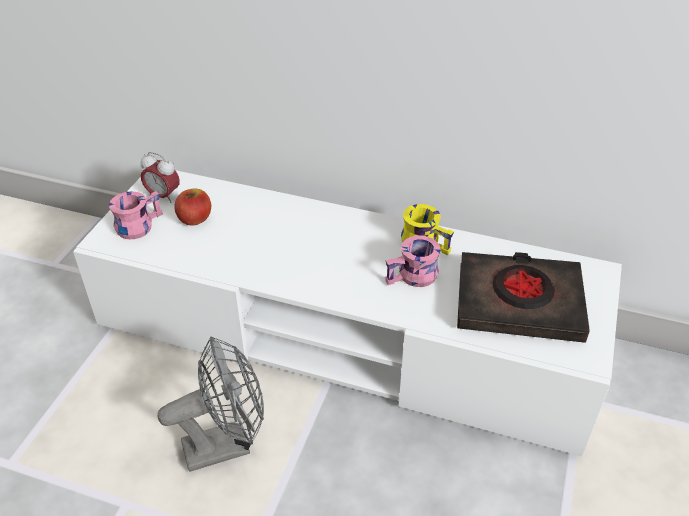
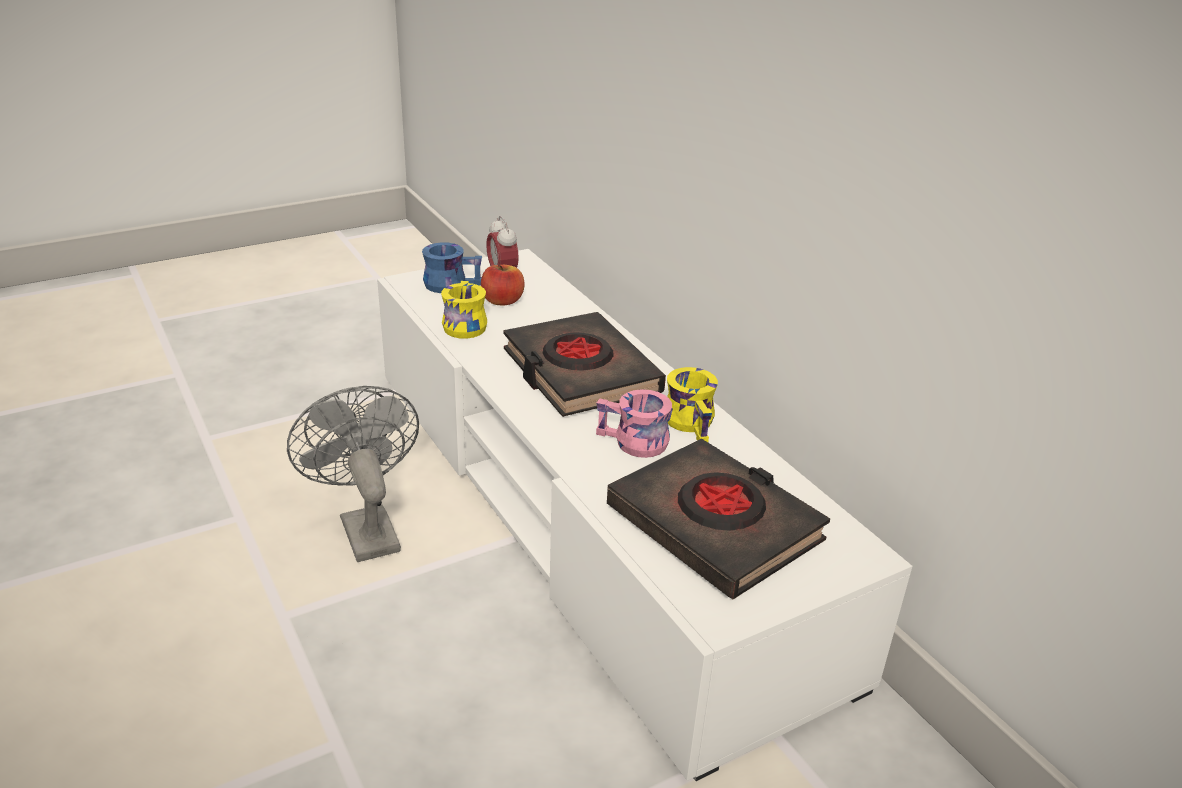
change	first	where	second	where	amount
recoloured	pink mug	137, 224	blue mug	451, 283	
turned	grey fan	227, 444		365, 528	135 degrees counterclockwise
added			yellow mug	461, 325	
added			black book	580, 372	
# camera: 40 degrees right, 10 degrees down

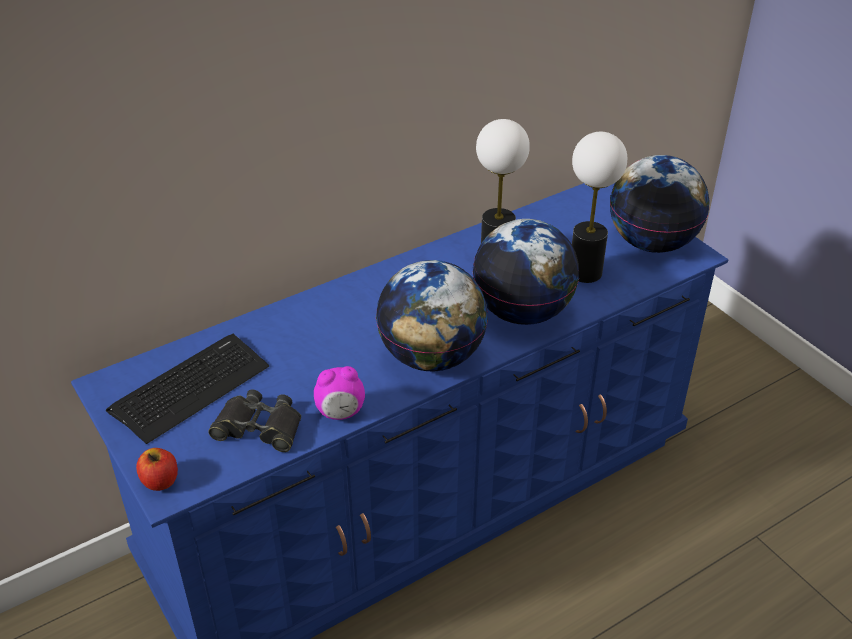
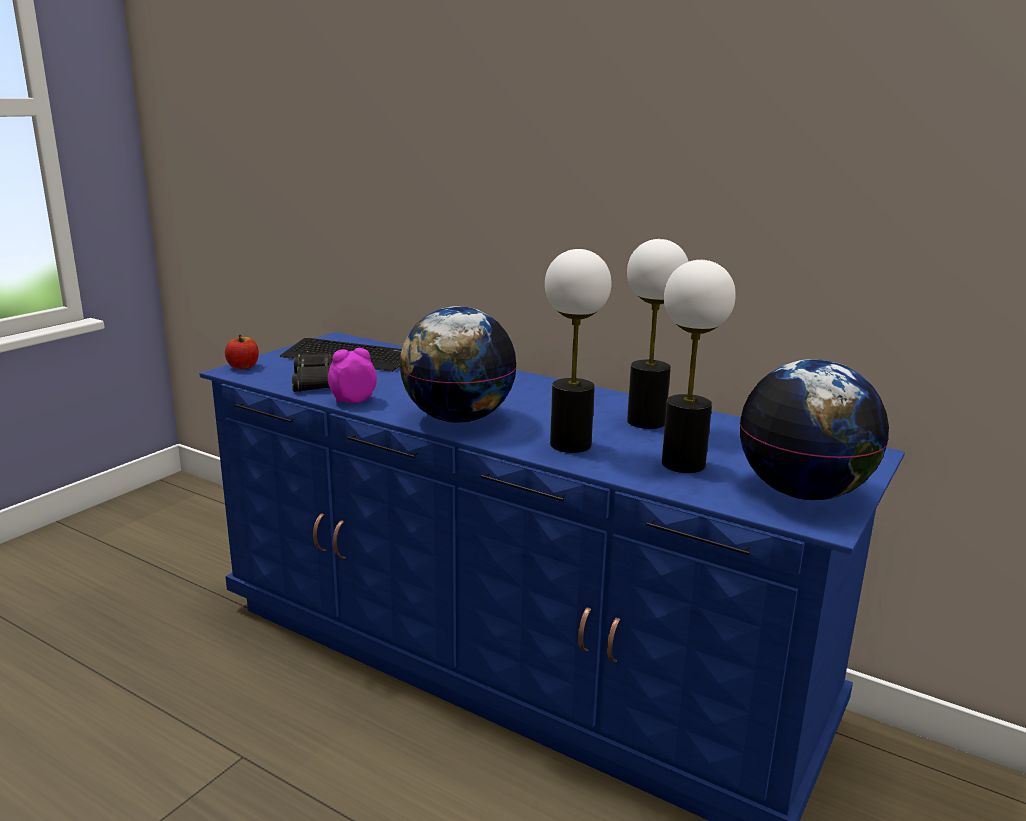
change	first	where	second	where	amount
turned	alarm clock	340, 413		353, 401	105 degrees clockwise
replaced	globe	523, 312	table lamp	571, 444	
# camera: 65 degrees right, 20 degrees down

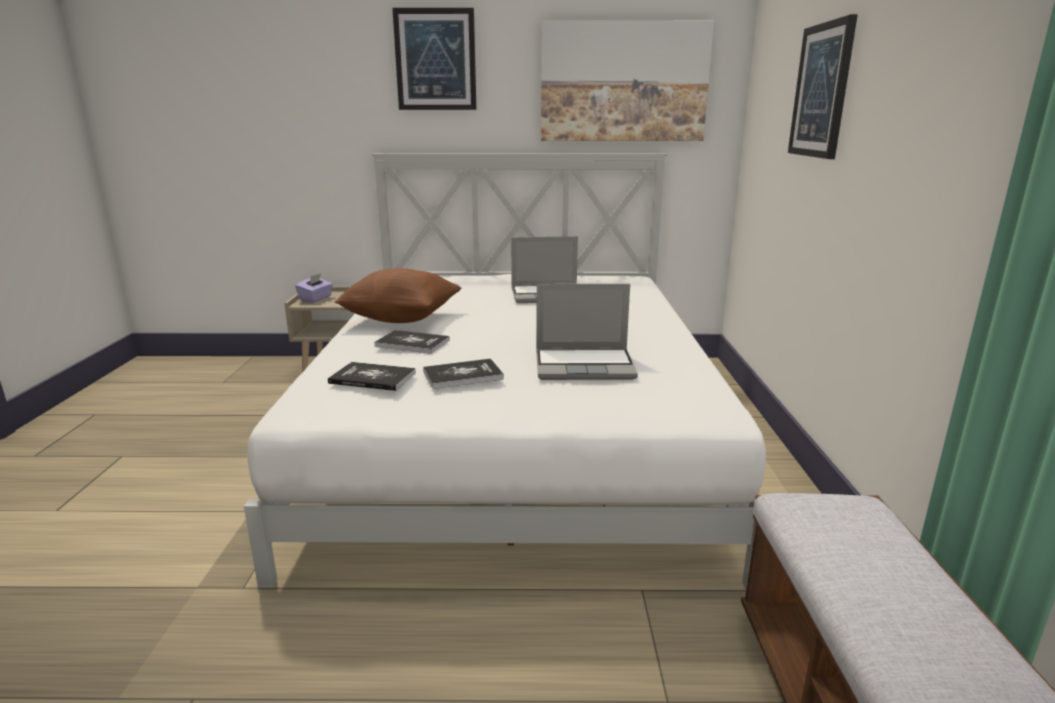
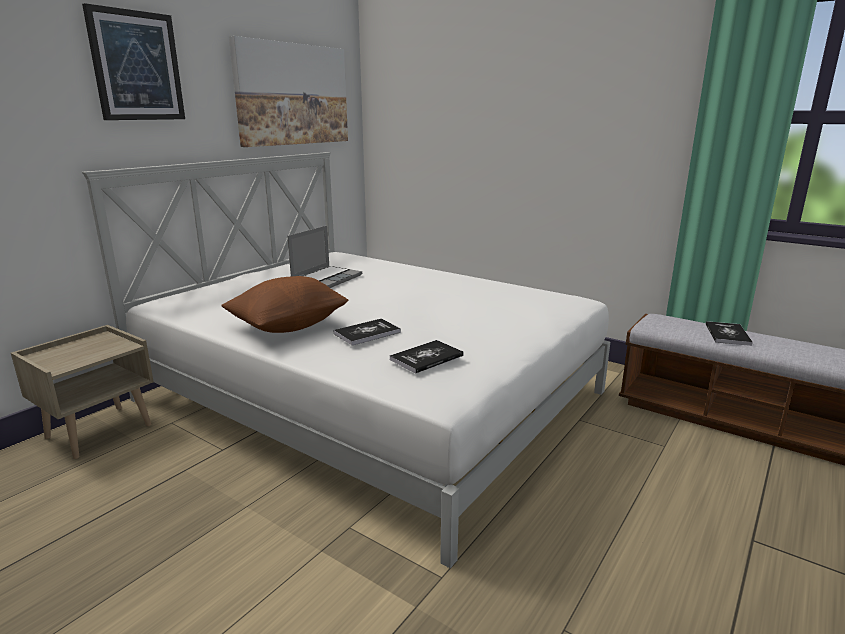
change	first	where	second	where	amount
removed	purple tissue box	316, 299			
moved	book	463, 375		727, 334	
removed	laptop	585, 366			
removed	picture	821, 91			
# camera: 55 degrees left, 0 degrees up

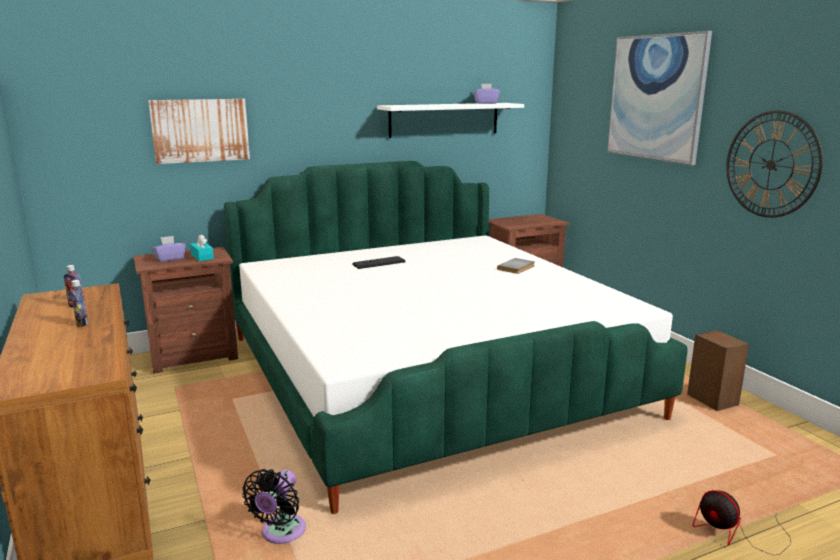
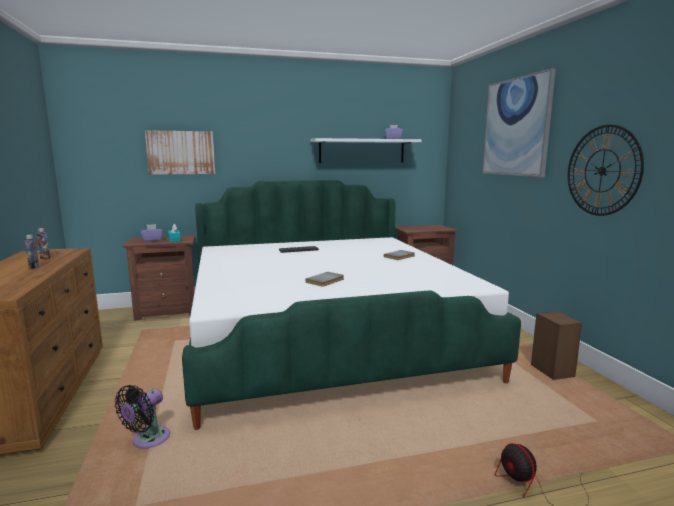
change	first	where	second	where	amount
added			grey book	326, 281	
# camera: 10 degrees right, 5 degrees down

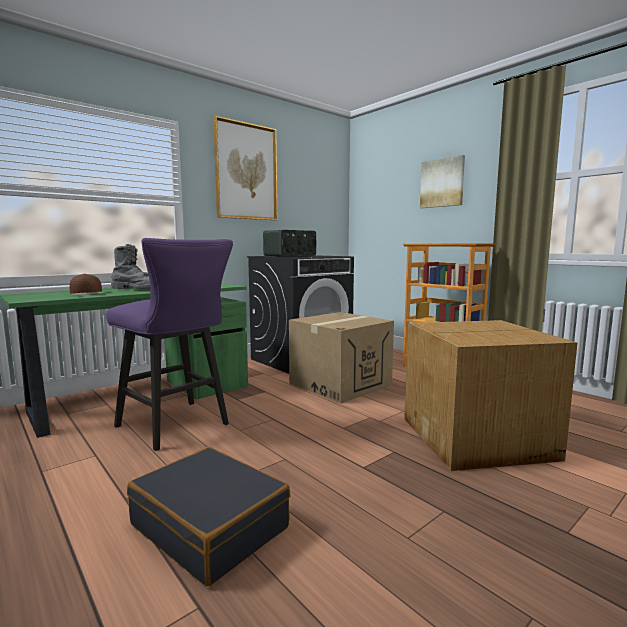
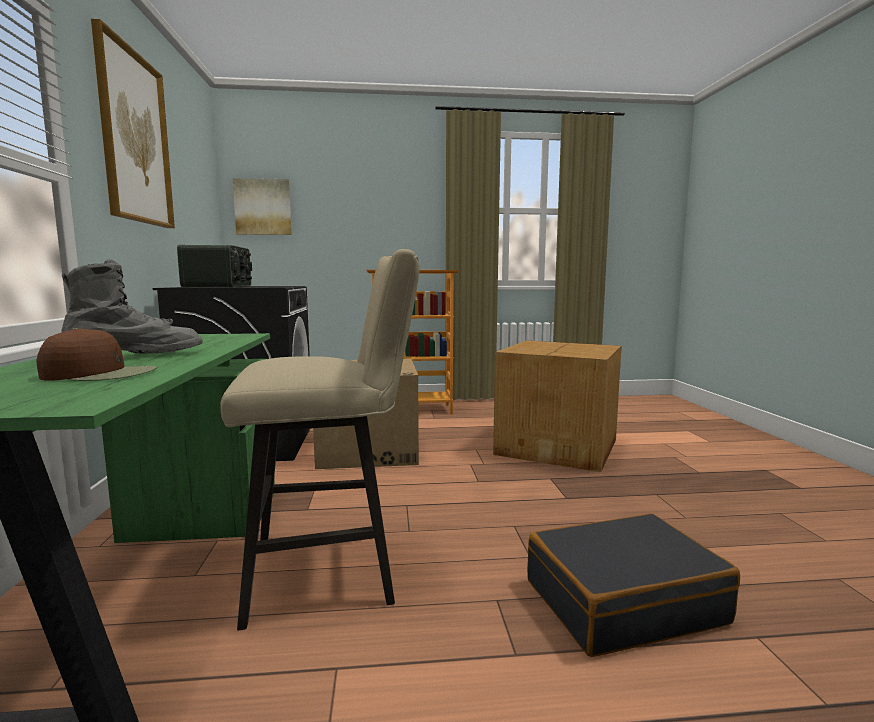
change	first	where	second	where	amount
recoloured	purple stool	177, 427	beige stool	334, 570	
moved	picture	442, 183		263, 207	
# camera: 55 degrees left, 0 degrees up

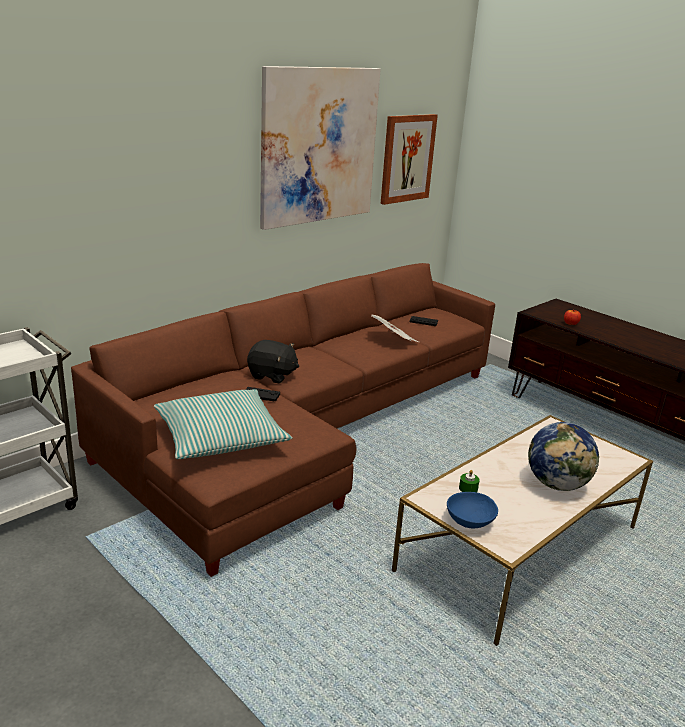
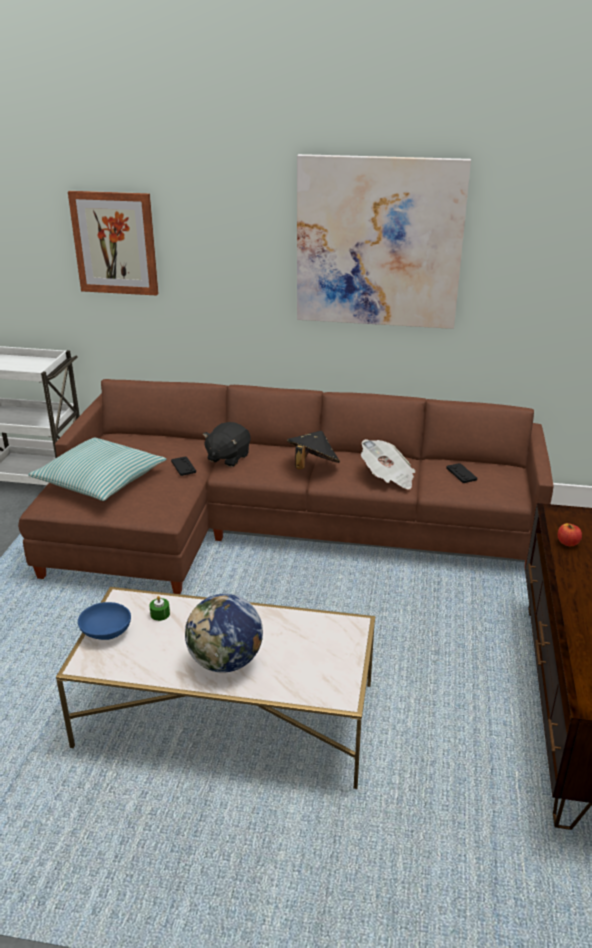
change	first	where	second	where	amount
turned	black plush toy	272, 375		227, 457	45 degrees clockwise
moved	picture	407, 158		115, 243	
added			black hat	312, 466	
# camera: 55 degrees right, 5 degrees up

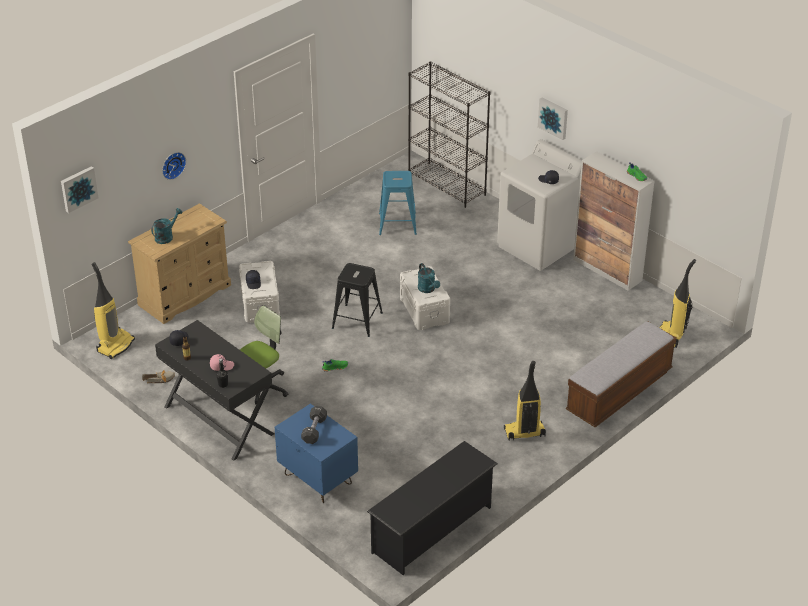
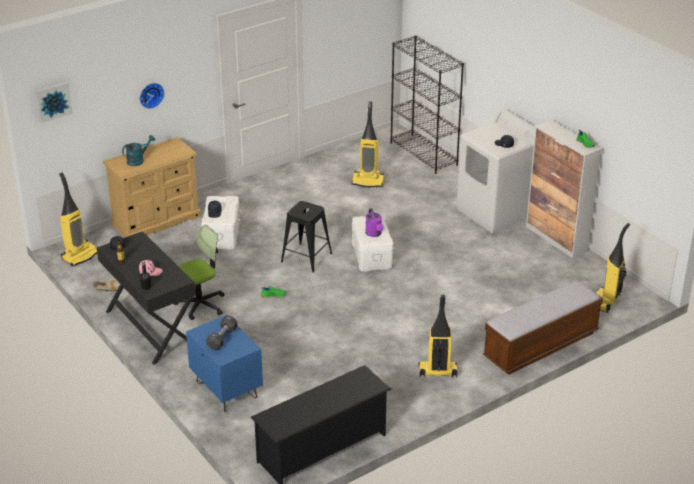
change	first	where	second	where	amount
replaced	blue stool	397, 224	vacuum cleaner	368, 181	
recoloured	turquoise watering can	428, 289	purple watering can	374, 234	
removed	picture	553, 117			
# camera: 10 degrees right, 5 degrees down

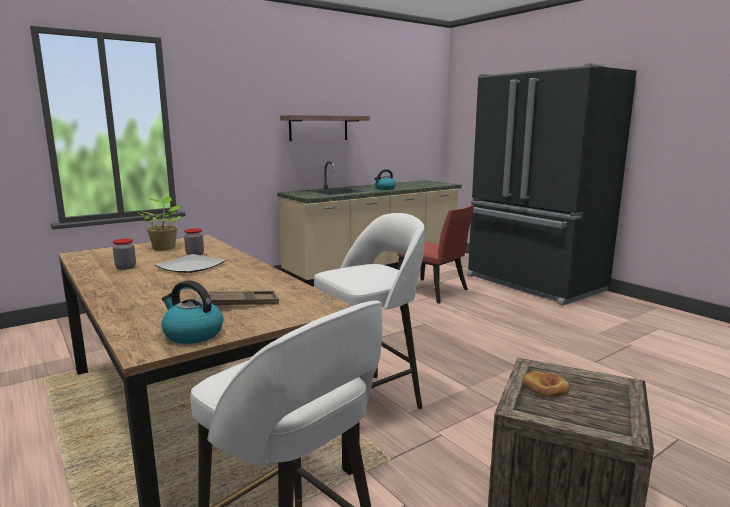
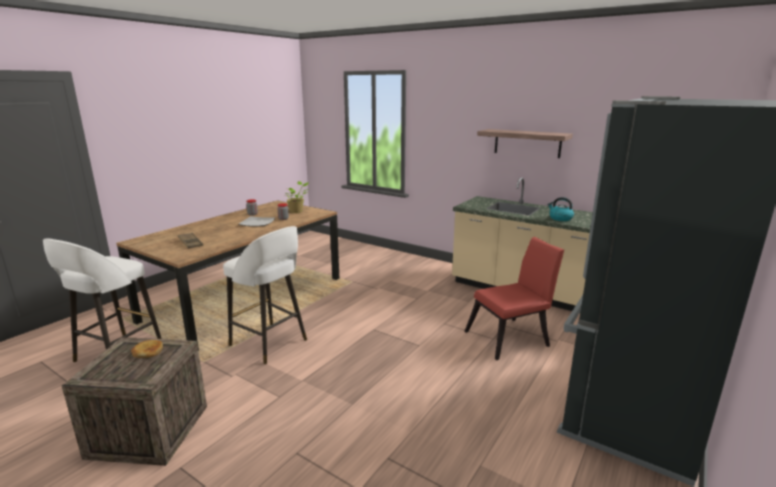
change	first	where	second	where	amount
removed	kettle	192, 334			
turned	red chair	433, 292		511, 338	135 degrees counterclockwise
# camera: 70 degrees right, 5 degrees up

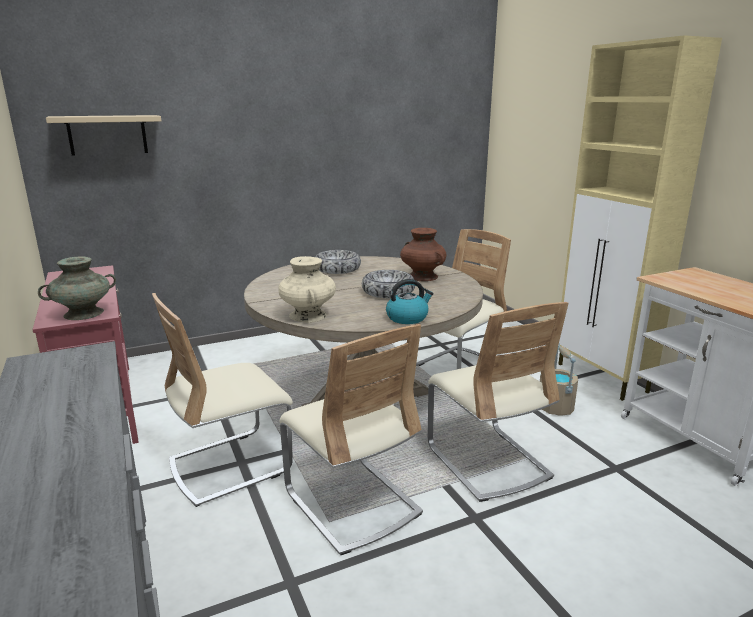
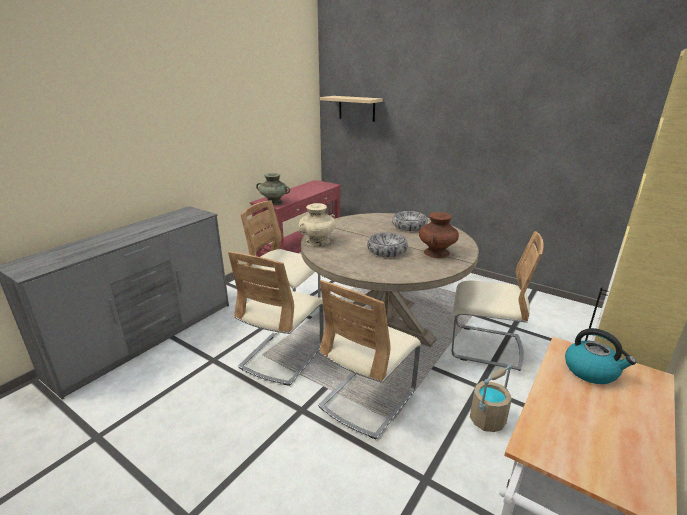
change	first	where	second	where	amount
moved	kettle	407, 318		591, 371	
# camera: 60 degrees right, 5 degrees up

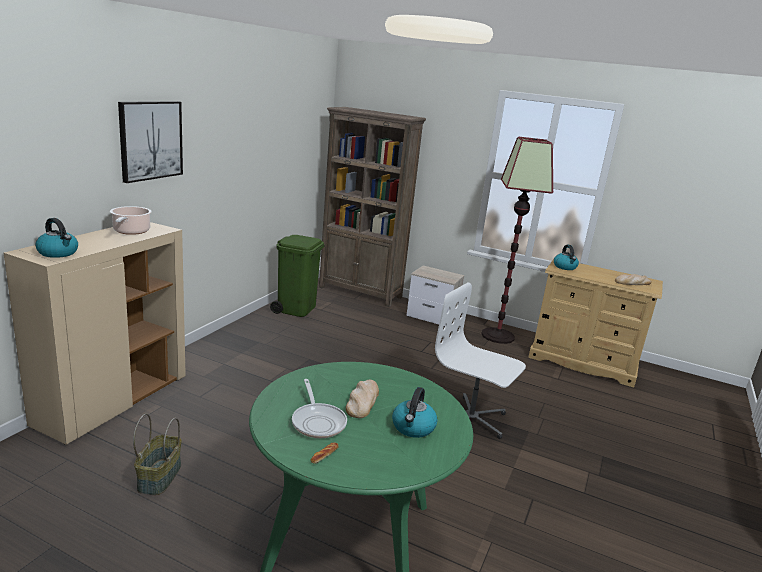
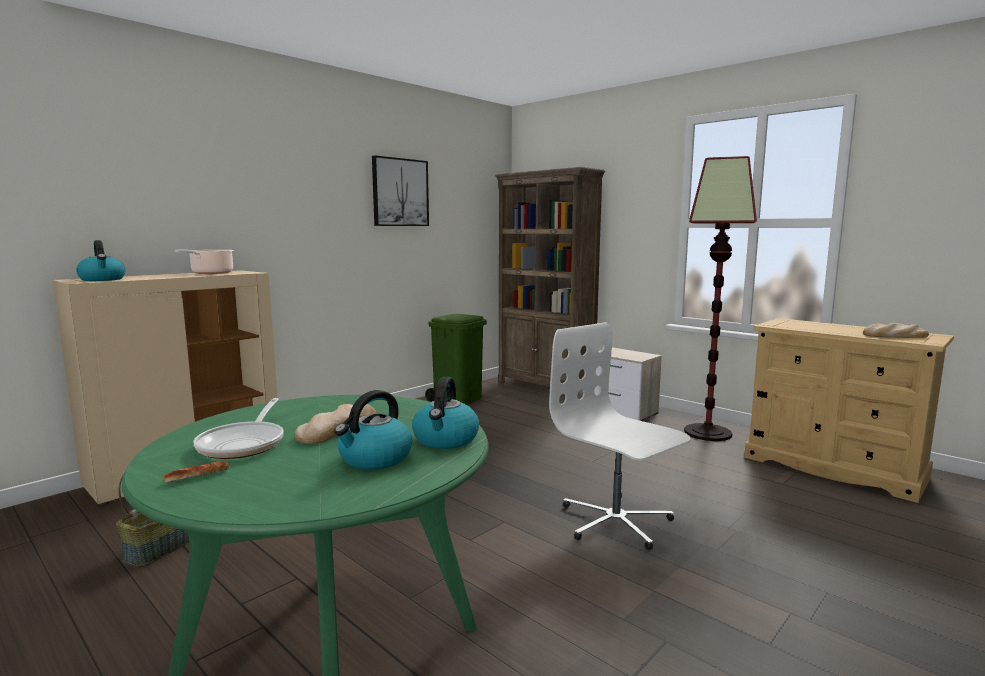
change	first	where	second	where	amount
moved	picture	150, 140		400, 192	
moved	kettle	565, 267		446, 440	
# camera: 20 degrees right, 10 degrees down

